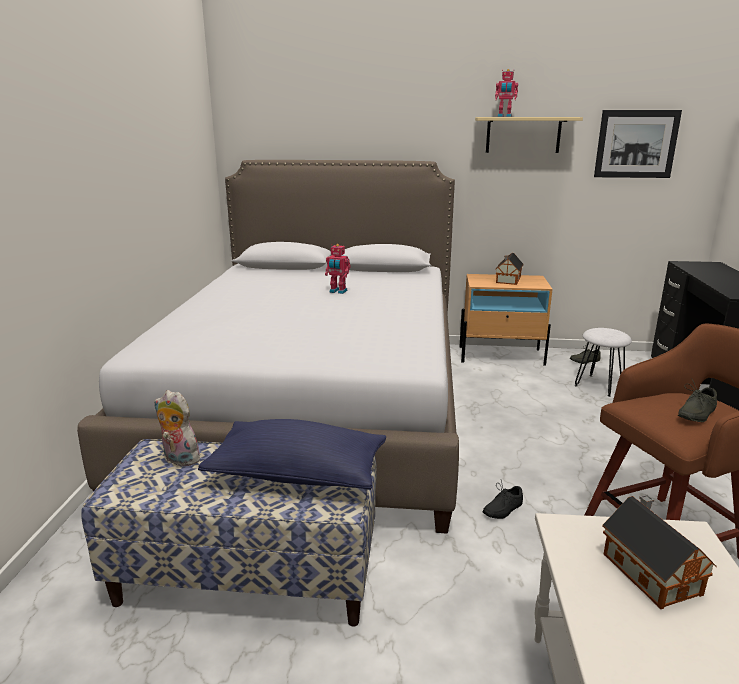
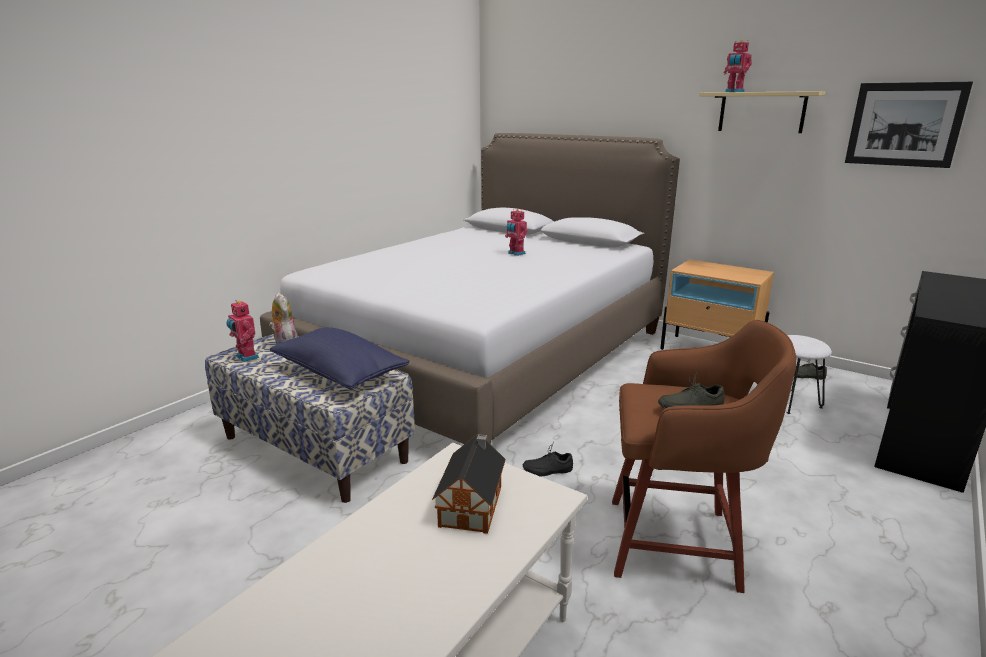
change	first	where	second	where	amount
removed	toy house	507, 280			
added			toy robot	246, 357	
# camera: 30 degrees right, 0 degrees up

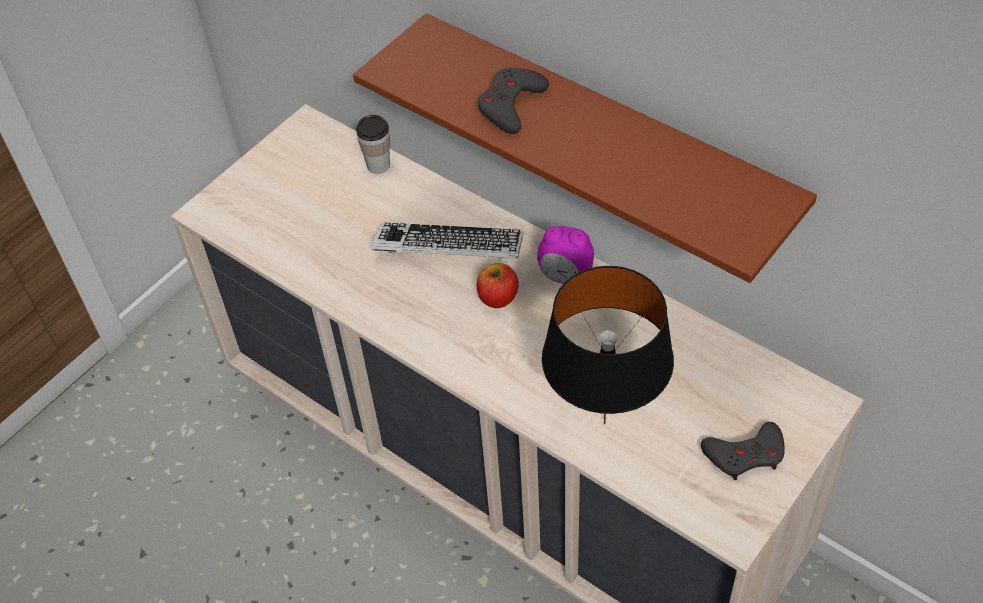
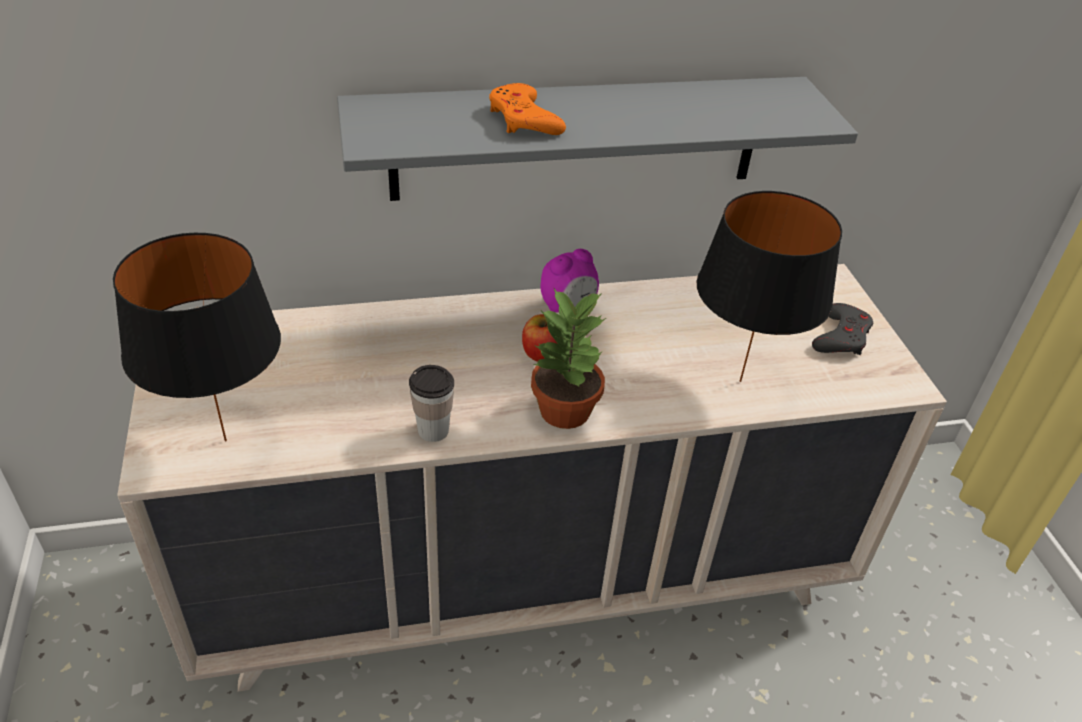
change	first	where	second	where	amount
recoloured	brown shelf	605, 137	grey shelf	577, 138	
moved	cup	378, 165		433, 430	
removed	keyboard	448, 249			
recoloured	grey game controller	511, 105	orange game controller	524, 119	
added			black table lamp	224, 440	
added			potted plant	566, 411	
# camera: 55 degrees left, 10 degrees down

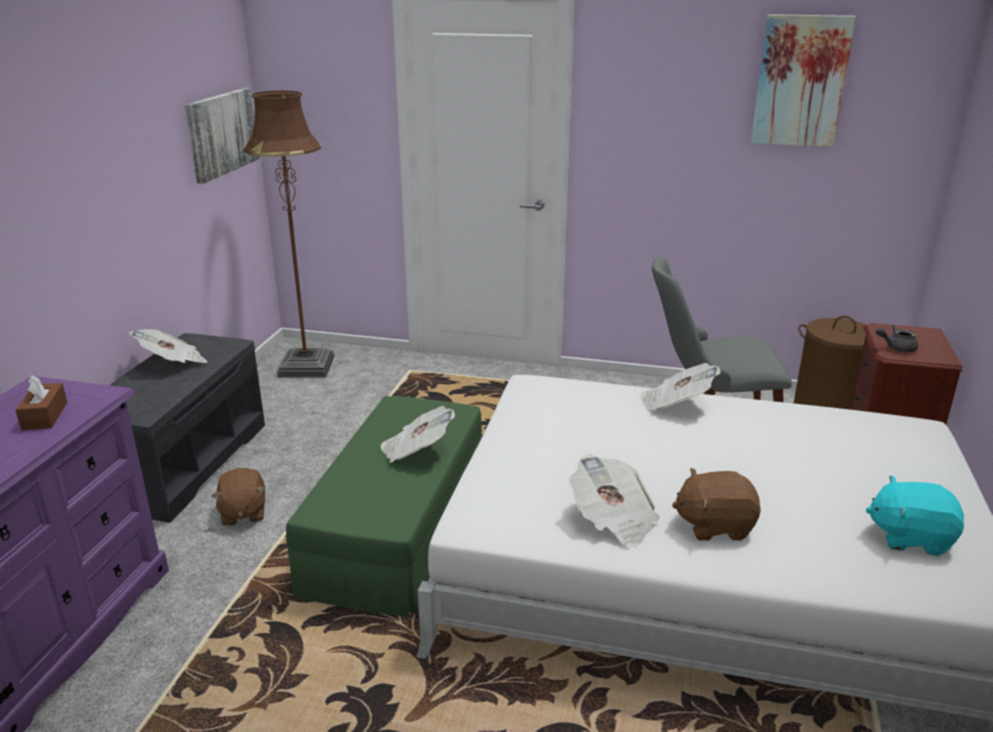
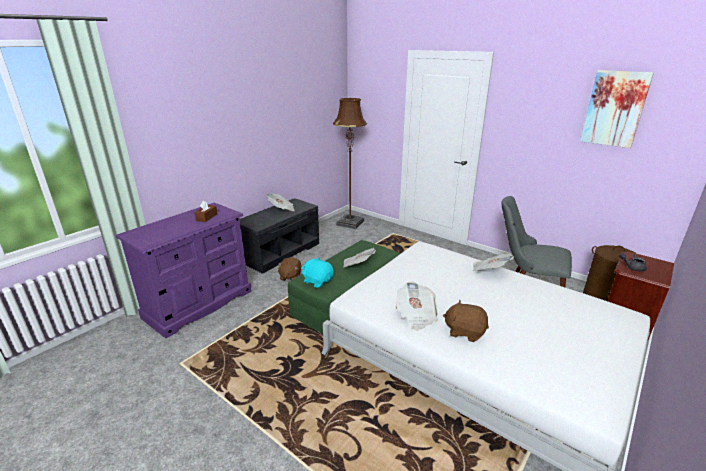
change	first	where	second	where	amount
removed	picture	221, 133			
moved	turquoise plush toy	910, 537		318, 281	
# camera: 25 degrees right, 0 degrees up

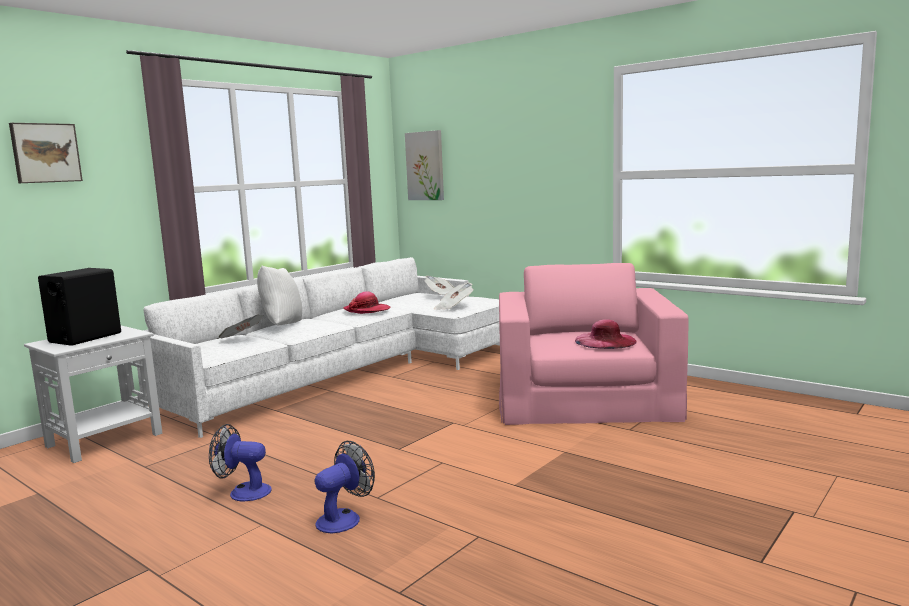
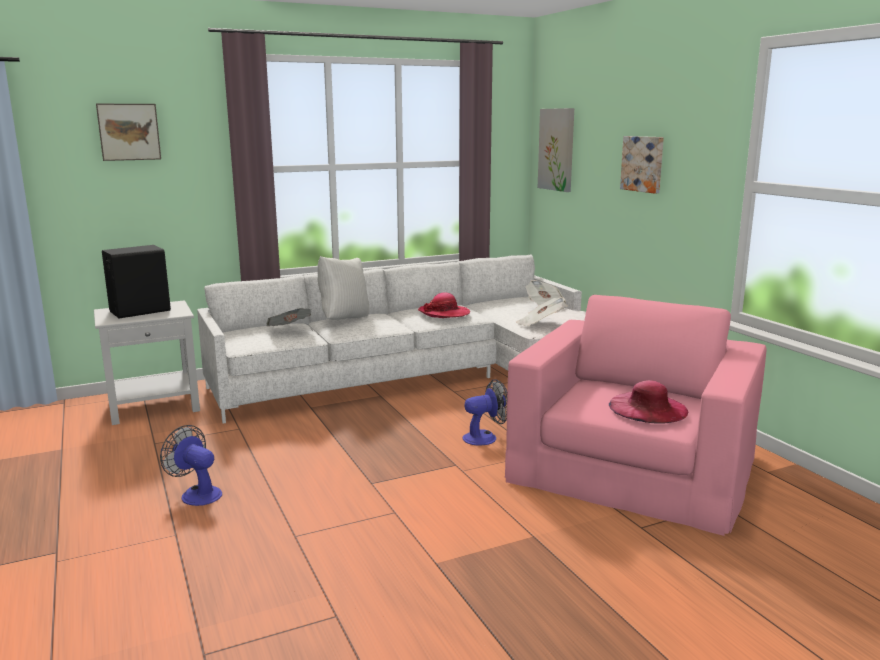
change	first	where	second	where	amount
moved	fan	344, 518		485, 437	
added			picture	643, 164	
# camera: 25 degrees right, 5 degrees up

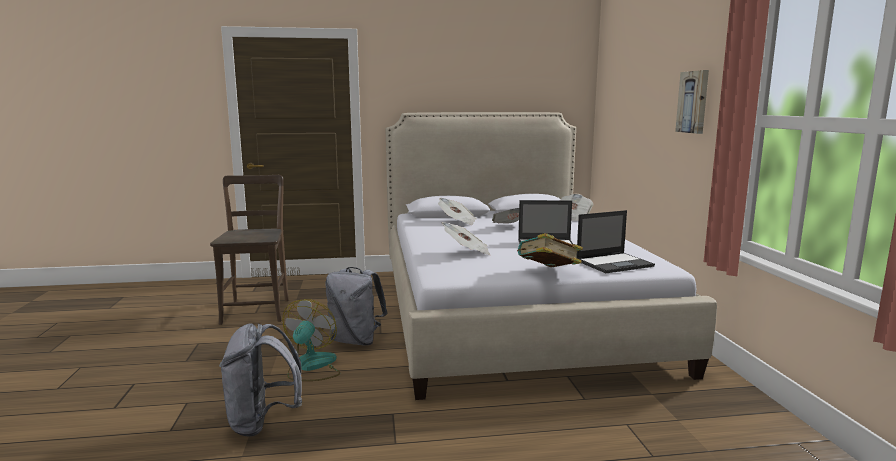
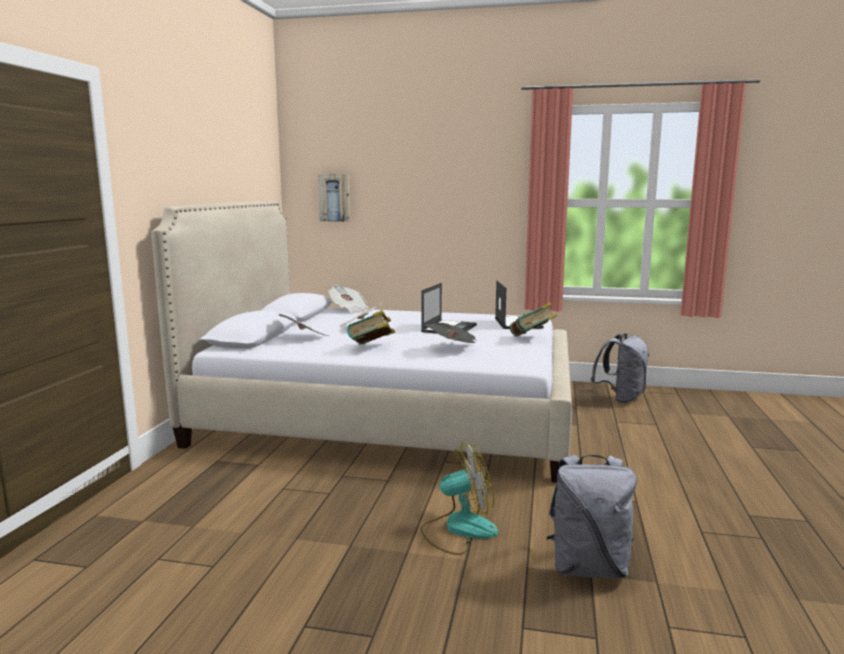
change	first	where	second	where	amount
removed	brown chair	257, 310			
turned	fan	311, 367		458, 529	135 degrees clockwise
moved	grey backpack	356, 341		621, 398	
moved	picture	694, 102		334, 198	
added			book	372, 348	
# camera: 70 degrees left, 0 degrees up

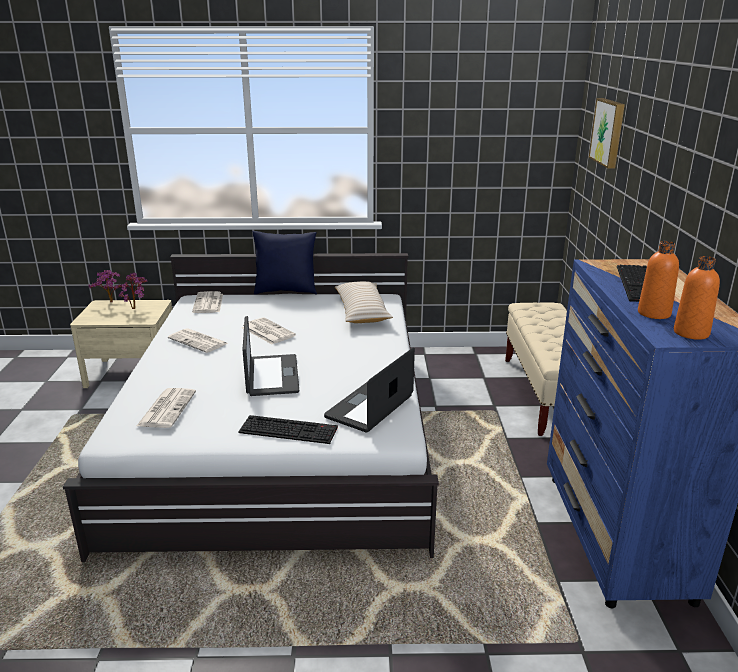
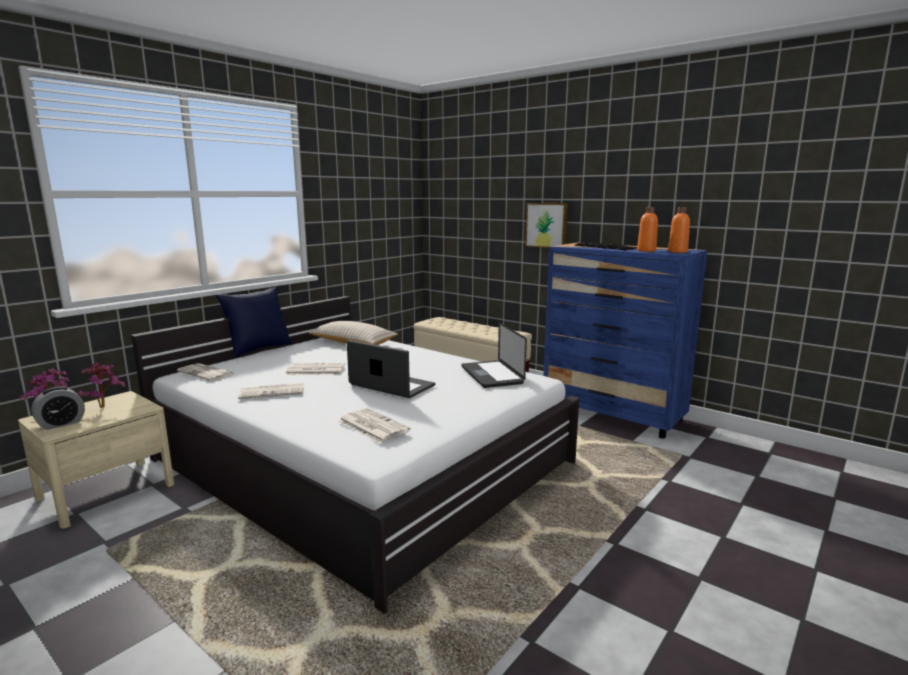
change	first	where	second	where	amount
removed	keyboard	290, 429			
moved	picture	609, 132		547, 225	
added			alarm clock	61, 424	
# camera: 50 degrees left, 10 degrees down

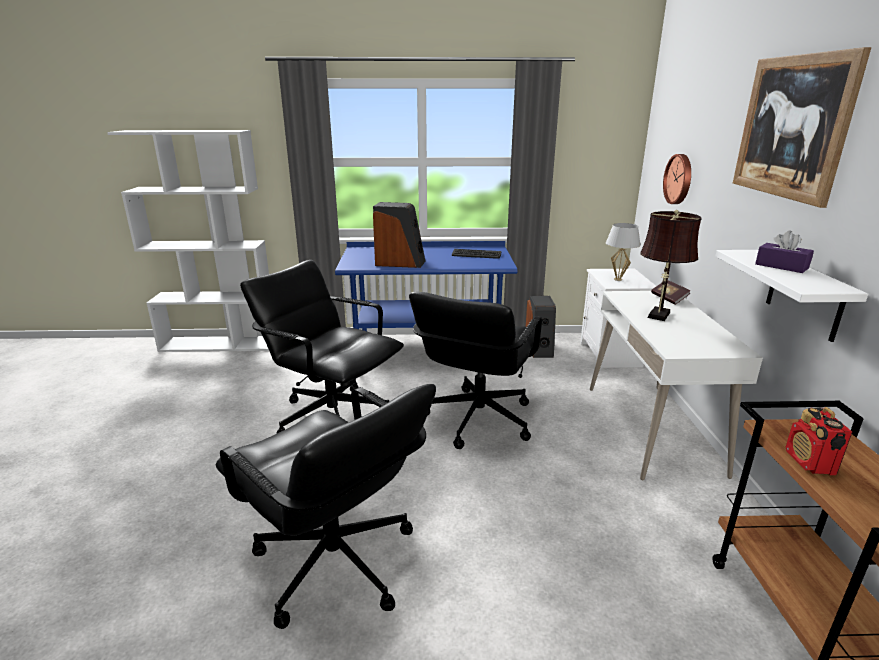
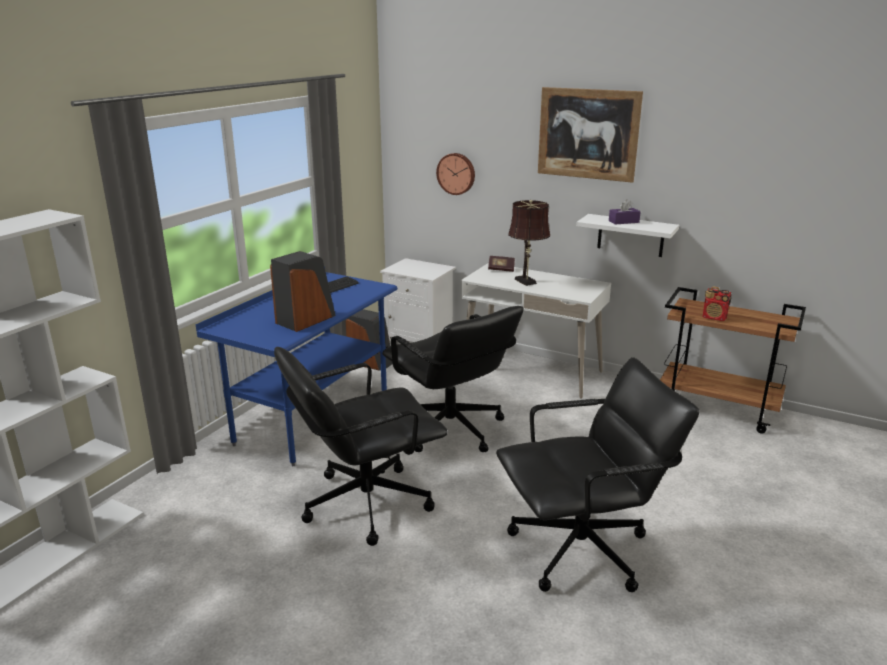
change	first	where	second	where	amount
removed	white table lamp	618, 279			
# camera: 60 degrees left, 0 degrees up

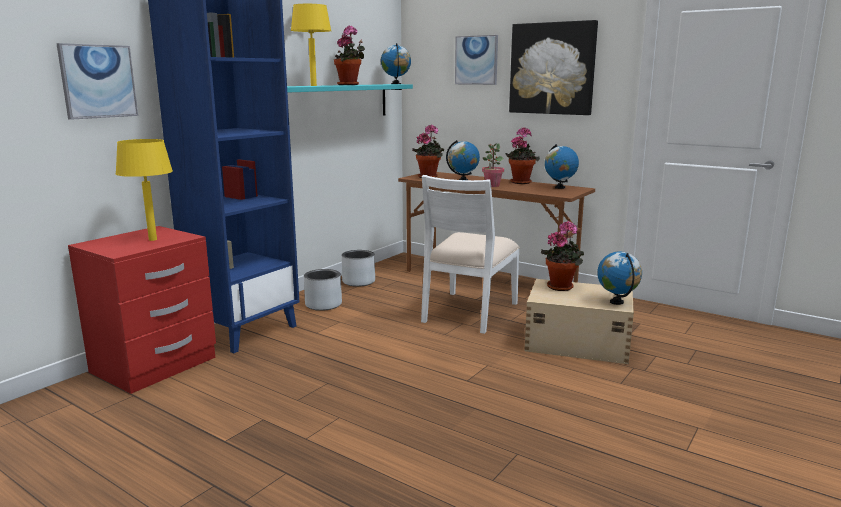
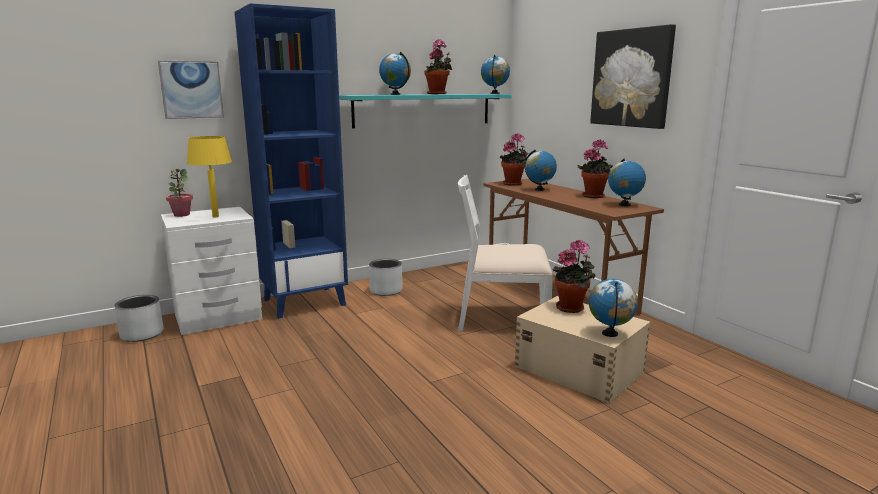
change	first	where	second	where	amount
recoloured	red nightstand	155, 365	white nightstand	218, 317	
replaced	yellow table lamp	313, 85	globe	395, 94	
moved	grey planter	359, 282		142, 334	
turned	white chair	468, 312		502, 319	45 degrees clockwise
removed	picture	476, 60			
moved	potted plant	492, 185		181, 215	
# camera: 25 degrees right, 0 degrees up

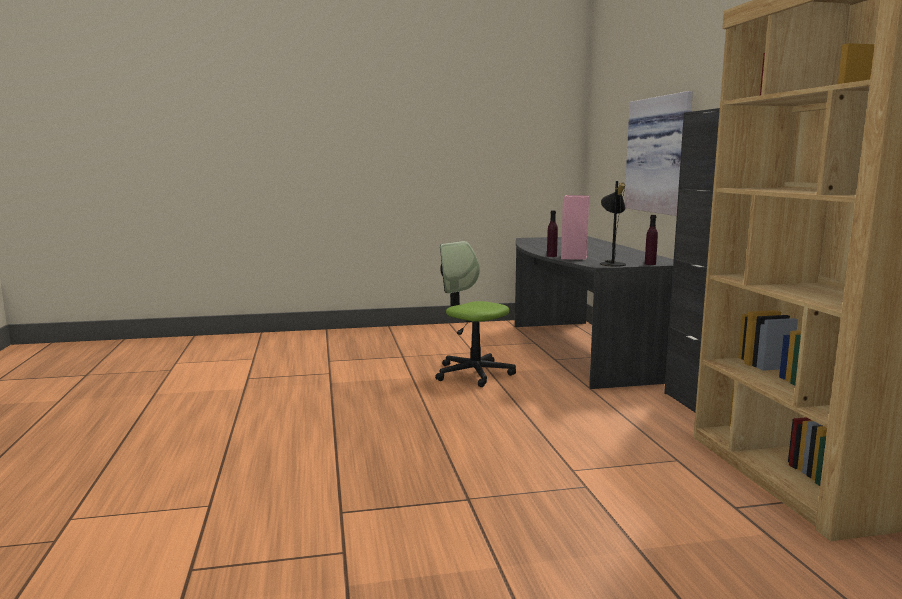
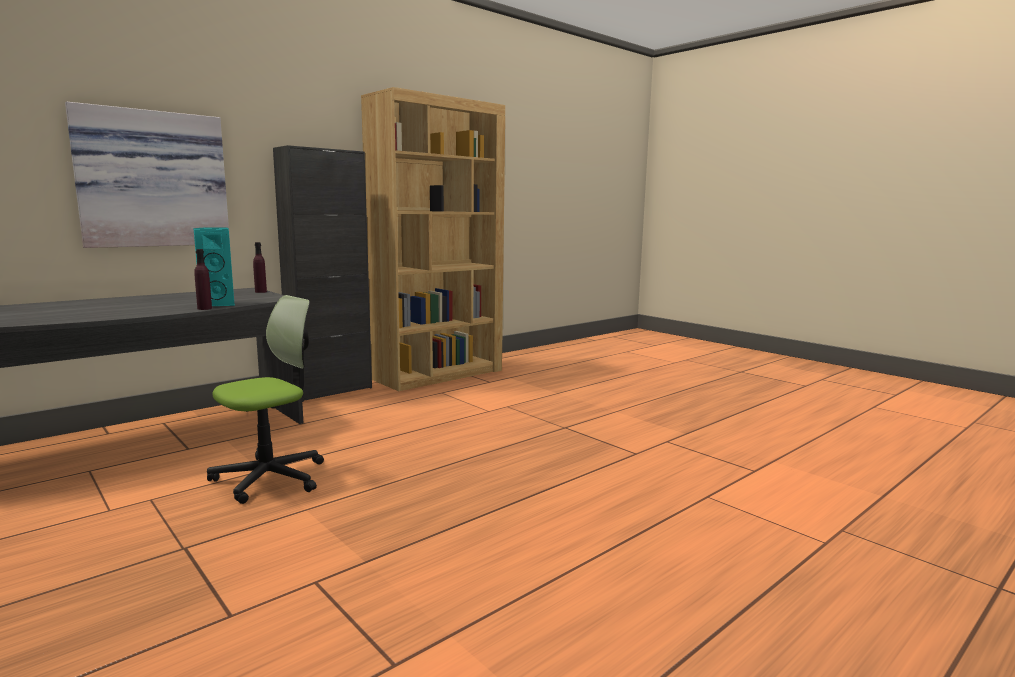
change	first	where	second	where	amount
turned	office chair	473, 373		270, 478	150 degrees counterclockwise
recoloured	pink speaker	573, 258	turquoise speaker	220, 304	
removed	black table lamp	612, 263			
# camera: 120 degrees left, 0 degrees up

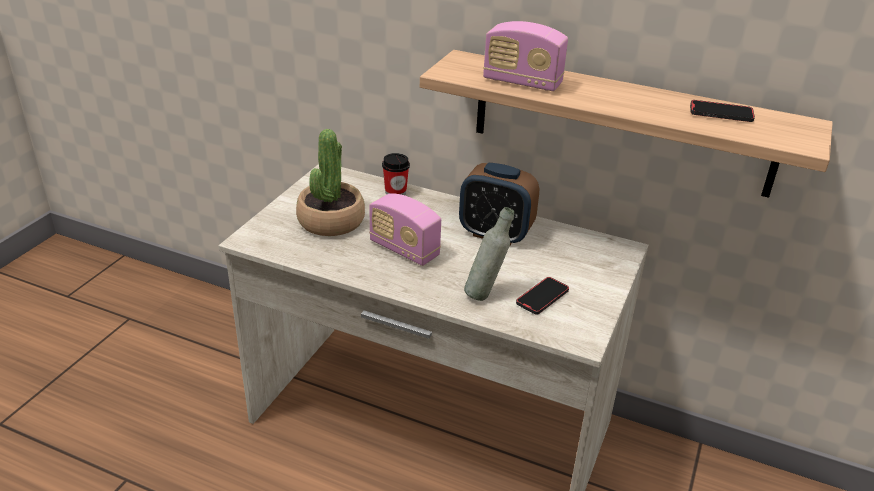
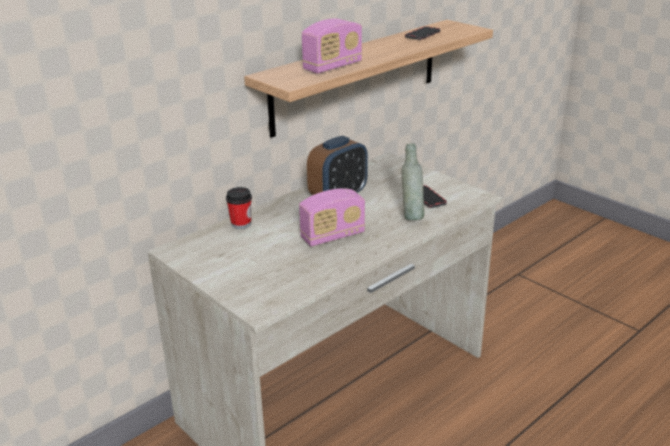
change	first	where	second	where	amount
removed	potted plant	331, 221			
# camera: 65 degrees left, 5 degrees down

